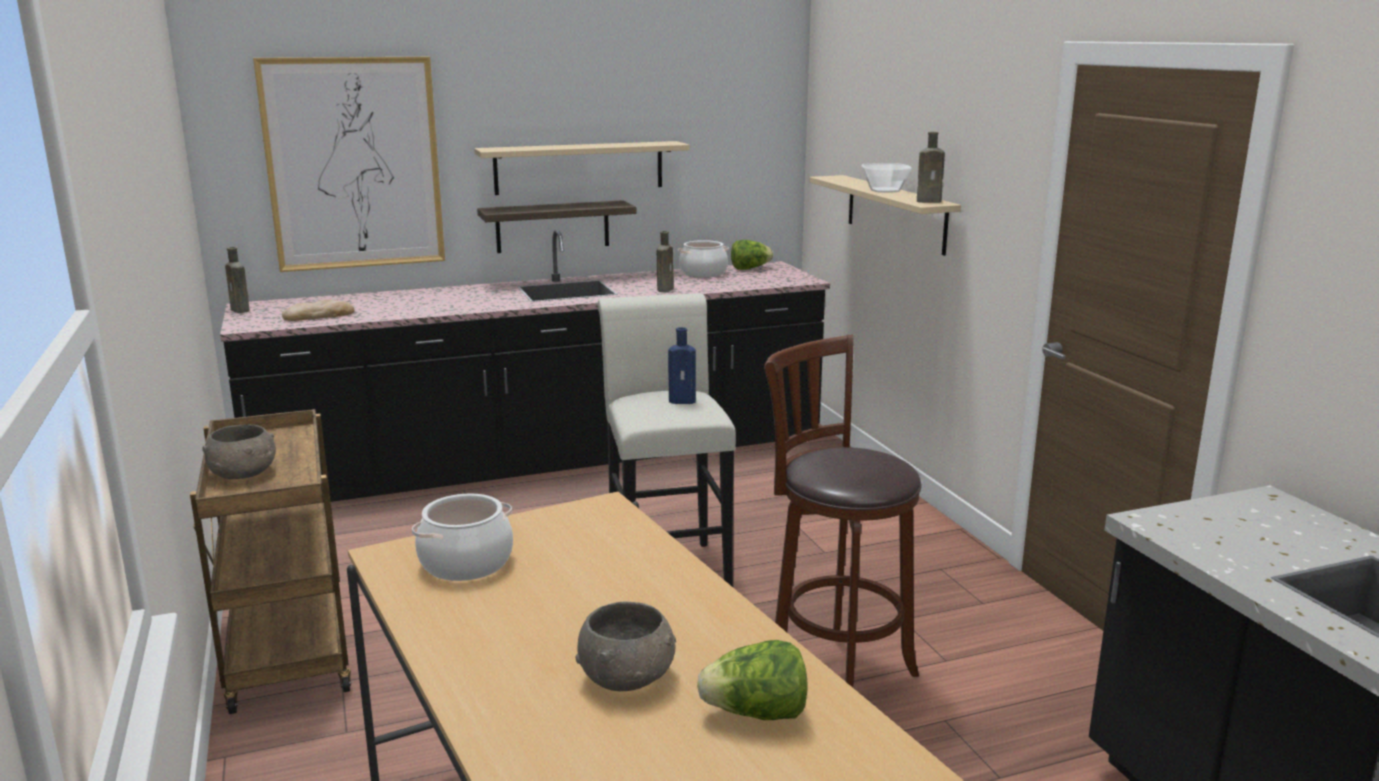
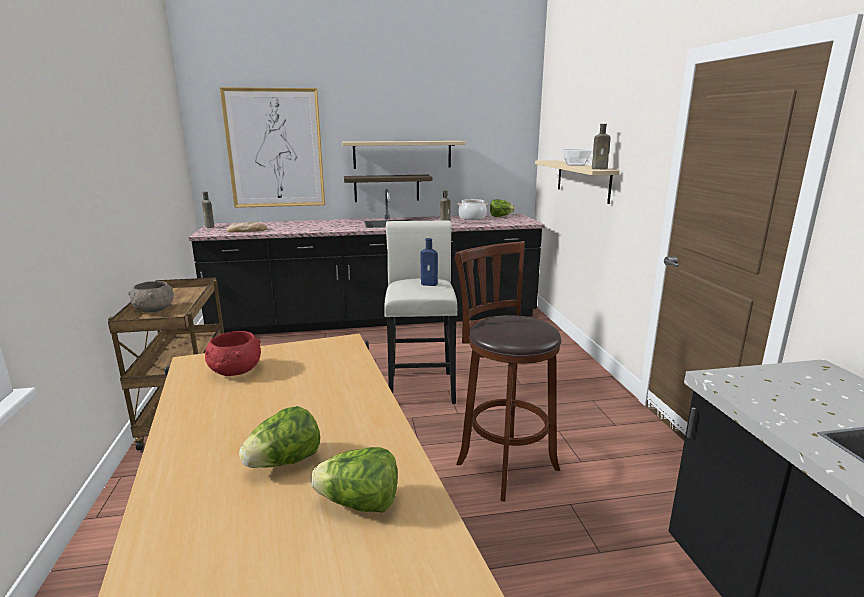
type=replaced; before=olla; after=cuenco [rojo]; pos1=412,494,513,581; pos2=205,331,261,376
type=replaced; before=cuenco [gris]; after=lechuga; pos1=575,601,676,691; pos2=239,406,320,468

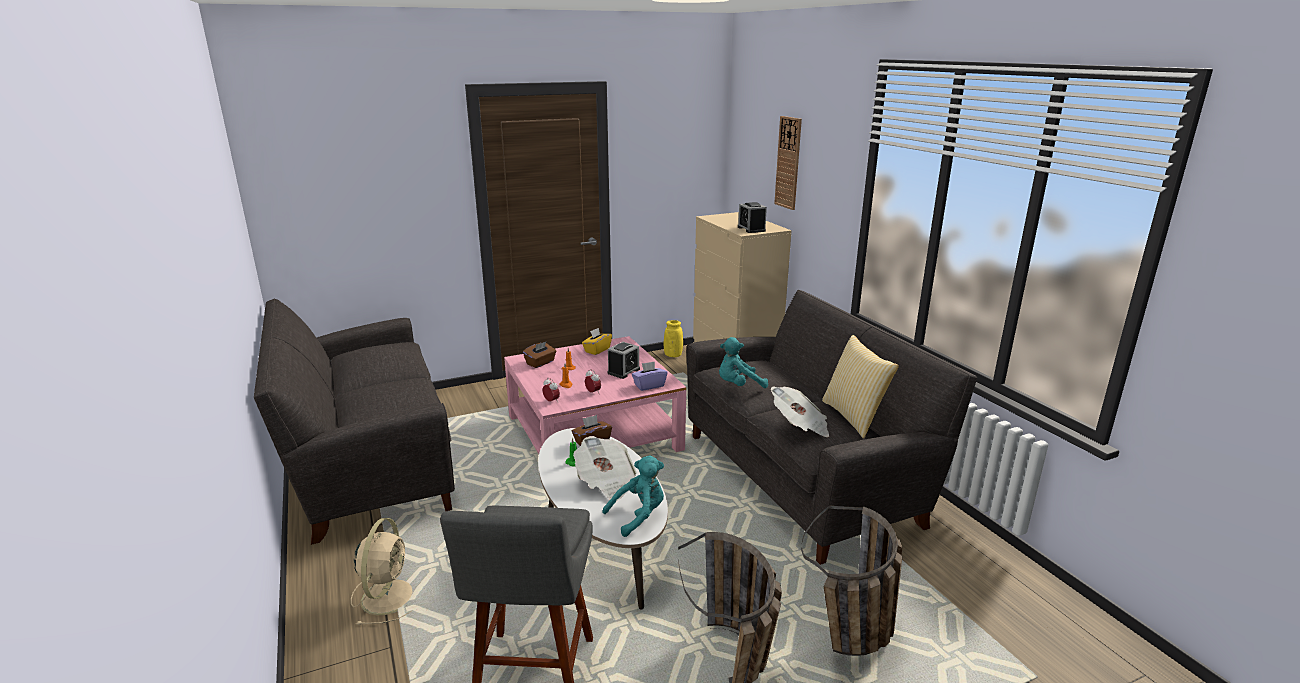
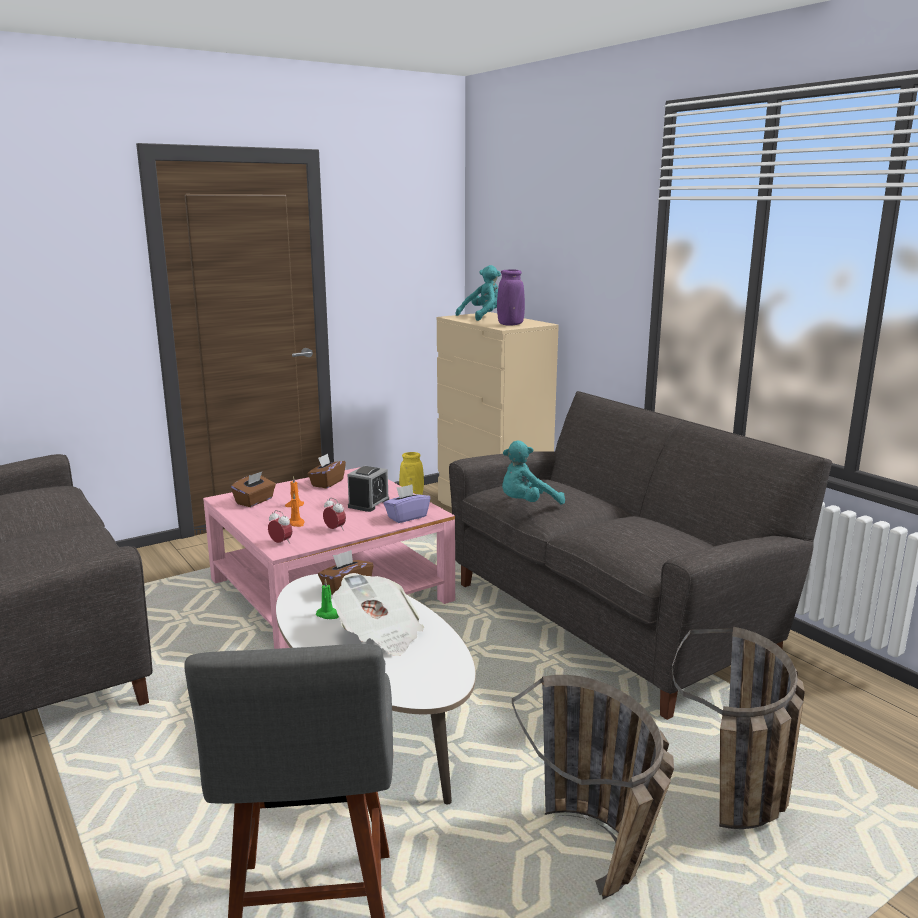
type=removed; before=ventilador [beis]; pos1=351,518,413,625
type=removed; before=periódico; pos1=771,386,829,437
type=removed; before=reloj de pared; pos1=774,116,802,210
type=removed; before=cojín; pos1=822,335,899,438
type=moved; before=peluche [turquesa]; pos1=602,456,664,537; pos2=456,265,501,321
type=replaced; before=despertador; after=florero [morado]; pos1=738,202,767,233; pos2=497,269,525,325
type=recoloured; before=caja de pañuelos [amarillo]; after=caja de pañuelos [marrón]; pos1=582,327,612,355; pos2=308,453,346,488

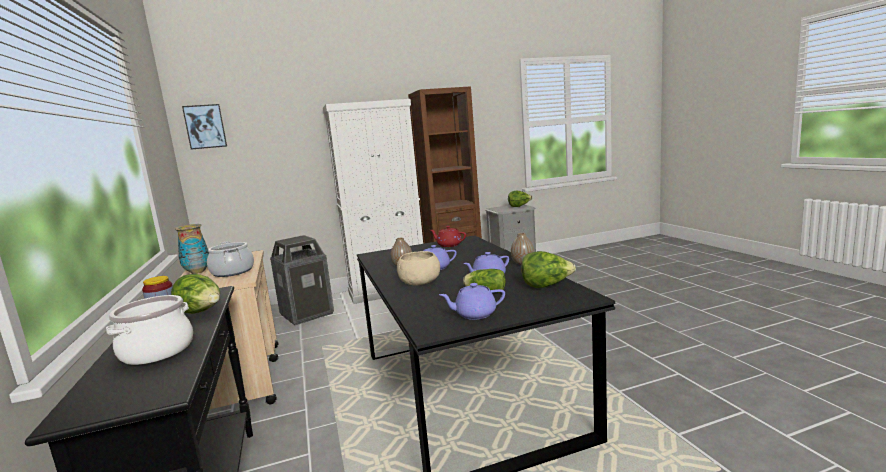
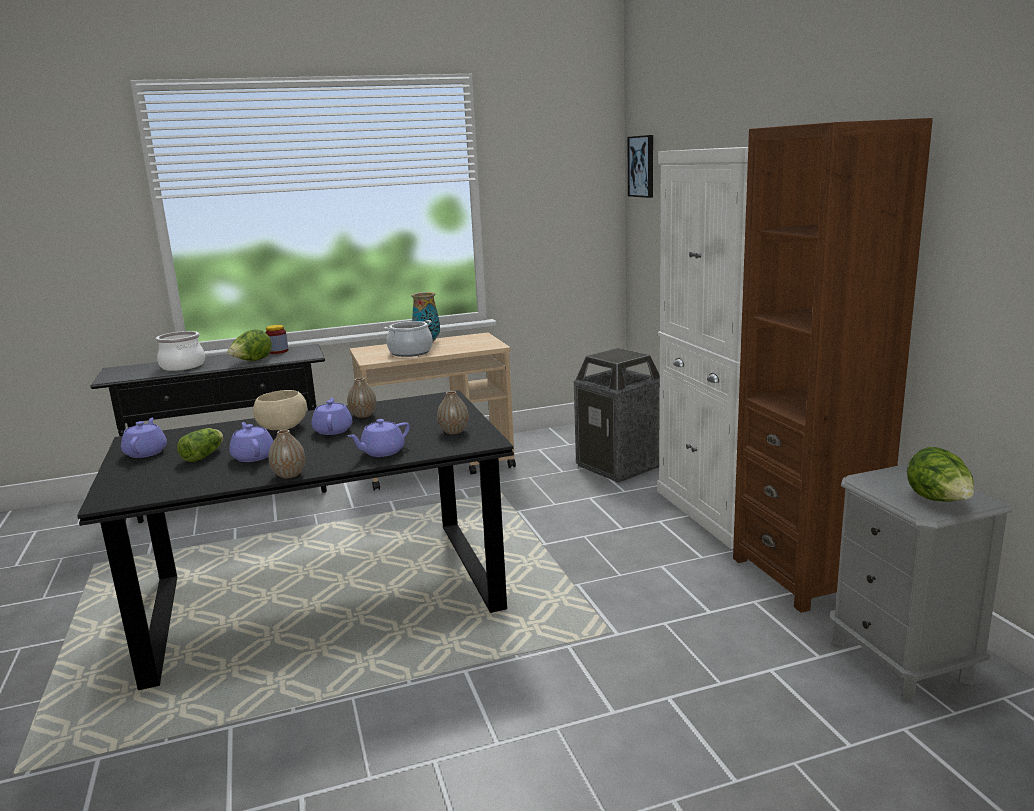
type=removed; before=lechuga; pos1=521,251,576,288
type=added; after=tetera [morado]; pos2=348,419,410,457
type=replaced; before=tetera [rojo]; after=florero; pos1=430,226,466,247; pos2=437,391,469,434

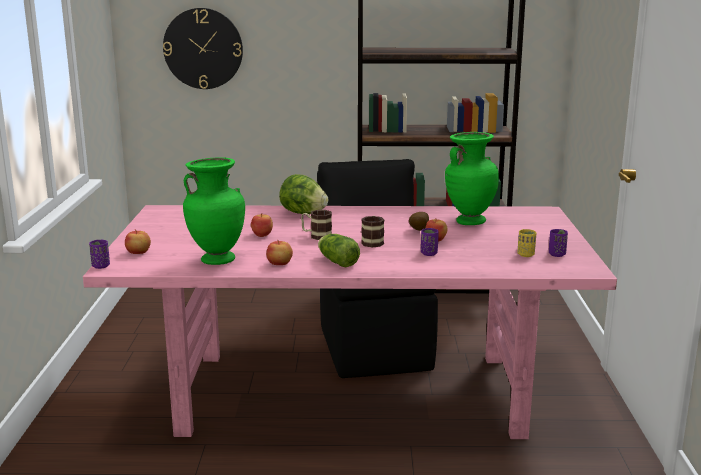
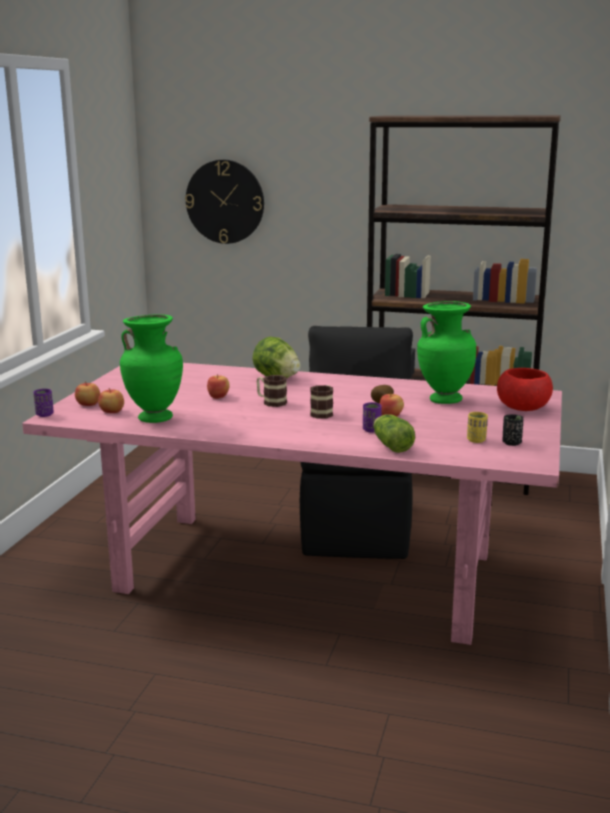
type=added; after=cuenco [rojo]; pos2=497,368,553,411
type=moved; before=manzana; pos1=266,240,293,265; pos2=98,388,124,413
type=moved; before=lechuga; pos1=318,234,360,267; pos2=373,414,415,453
type=recoloured; before=taza [morado]; after=taza [negro]; pos1=549,229,568,257; pos2=503,414,524,446

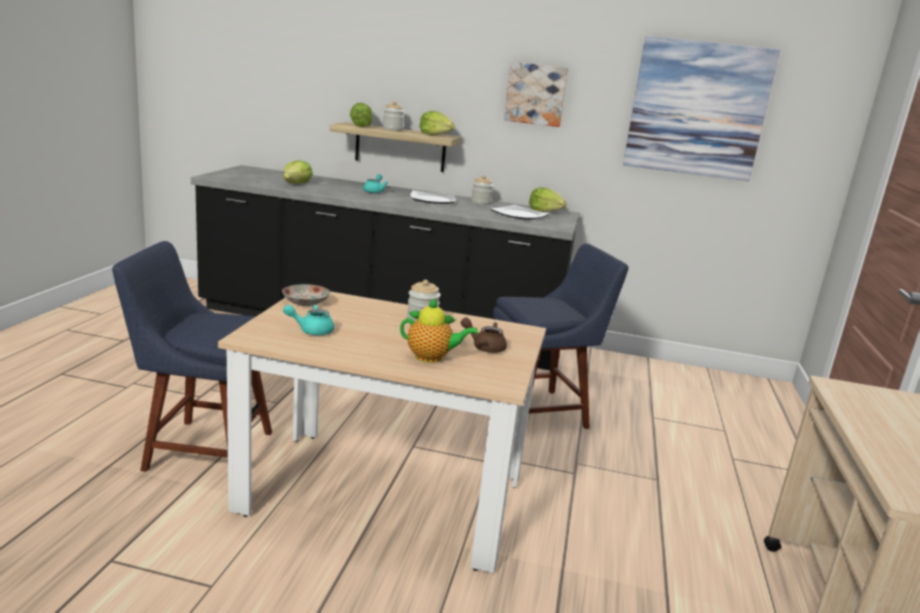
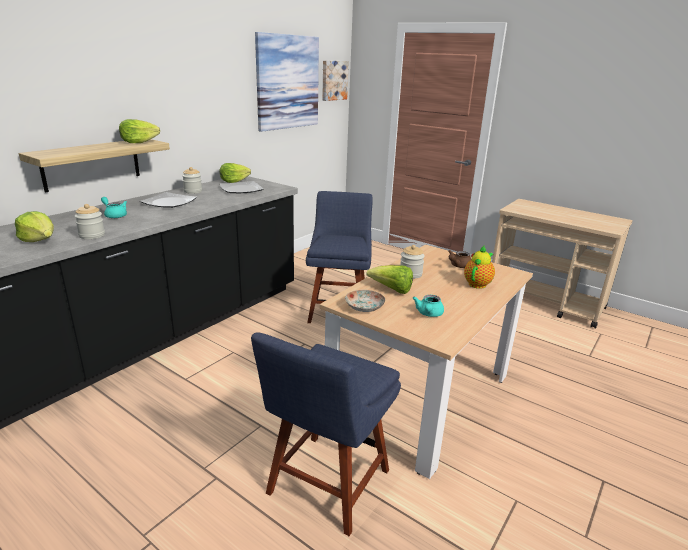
type=moved; before=lechuga; pos1=350,102,373,127; pos2=366,265,413,294
type=moved; before=tarro; pos1=383,101,404,131; pos2=75,204,105,239
type=moved; before=cuadro; pos1=504,62,568,127; pos2=322,61,349,101

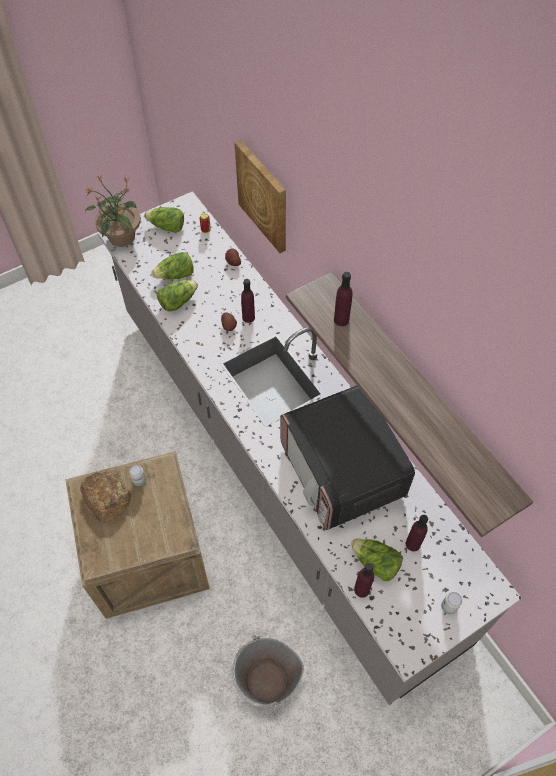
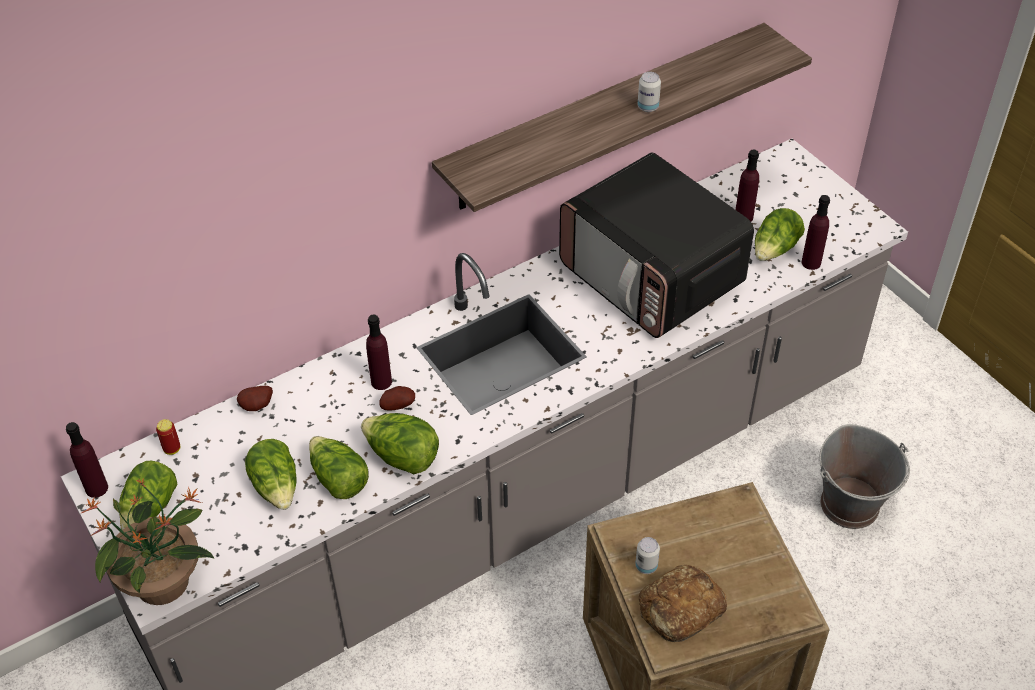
type=removed; before=cuadro; pos1=234,140,286,253
type=added; after=lechuga; pos2=361,413,439,474
type=moved; before=botella [morado]; pos1=334,272,353,326; pos2=66,422,108,498
type=moved; before=lata; pos1=441,592,462,614; pos2=637,72,661,112
type=turned; before=microondas; pos1=280,385,415,530; pos2=559,153,754,338; turn=75

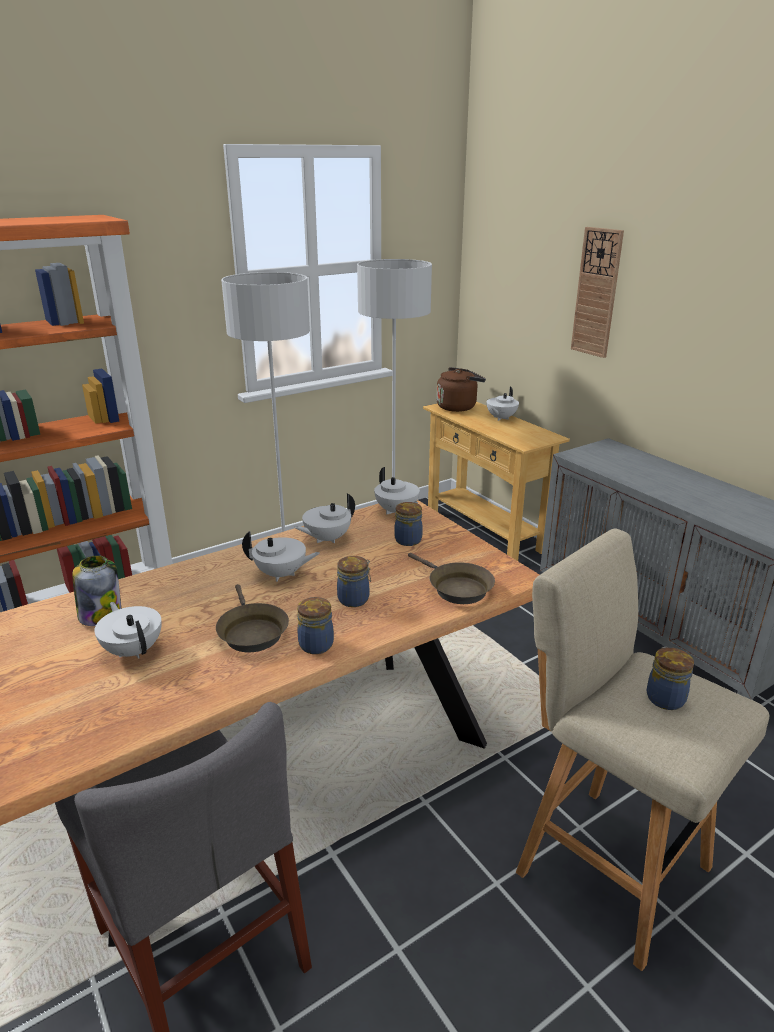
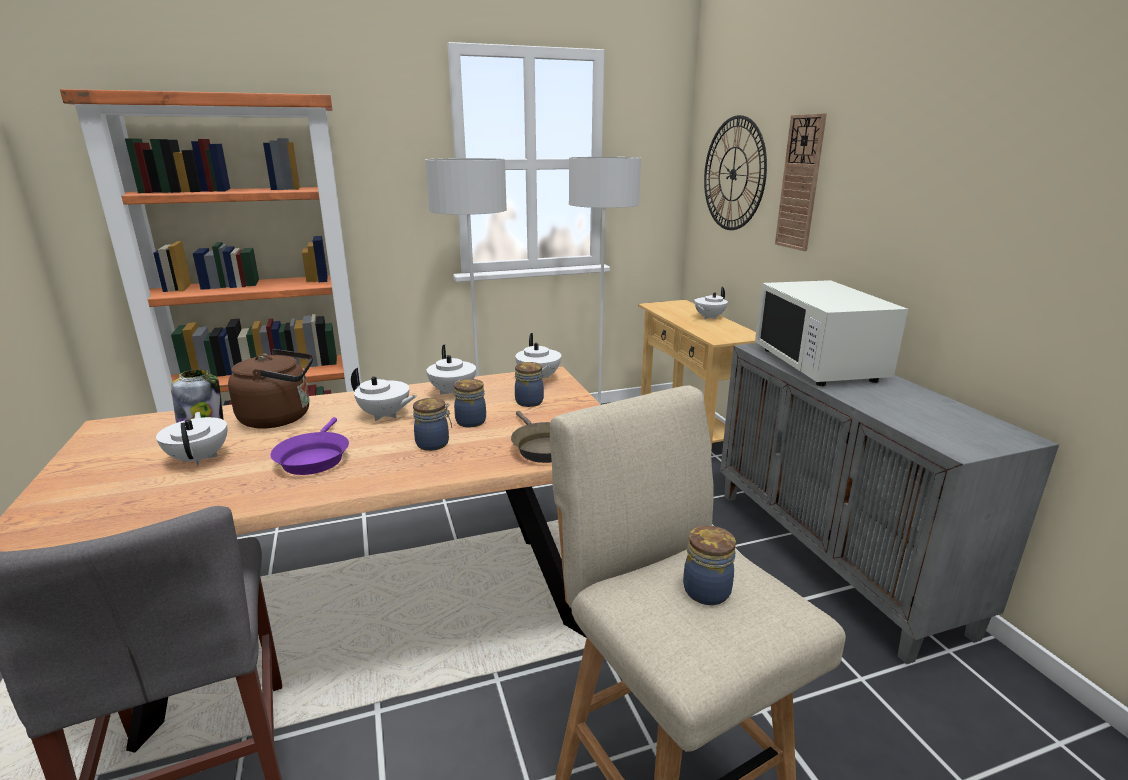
type=added; after=reloj de pared; pos2=704,115,767,230
type=added; after=microondas [blanco]; pos2=755,280,908,386
type=moved; before=tarro; pos1=297,597,334,654; pos2=454,379,486,427
type=moved; before=hervidor [marrón]; pos1=436,367,486,412; pos2=228,349,313,429
type=recoloured; before=sartén [marrón]; after=sartén [morado]; pos1=216,584,289,652; pos2=270,417,349,475
type=turned; before=tetera [blanco]; pos1=294,494,355,543; pos2=426,345,476,395; turn=-90

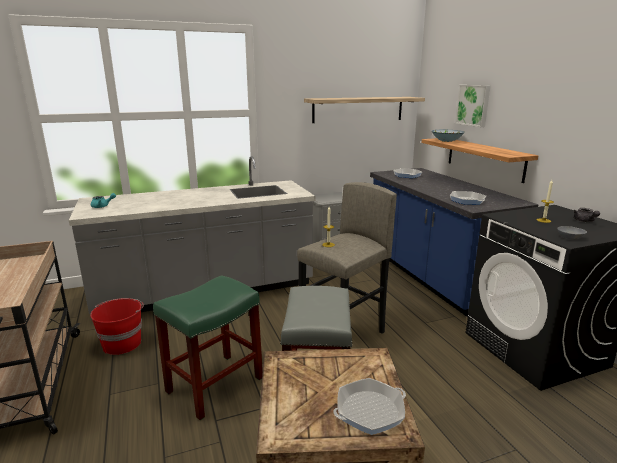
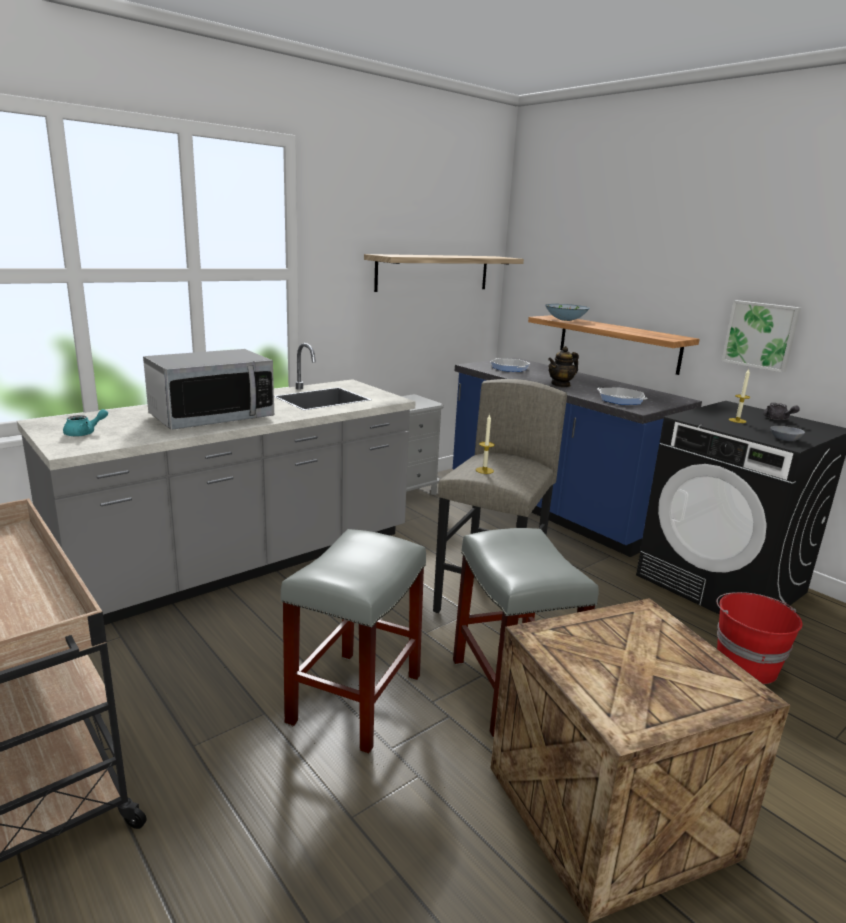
type=removed; before=sartén; pos1=333,378,406,435
type=added; after=microondas; pos2=143,349,274,430
type=added; after=tetera; pos2=548,346,579,387
type=moved; before=cubo [rojo]; pos1=90,298,144,355; pos2=717,592,803,684
type=moved; before=cuadro; pos1=455,85,491,127; pos2=722,300,801,373
type=recoloured; before=taburete [verde]; after=taburete [gris]; pos1=153,275,263,420; pos2=281,529,426,753

